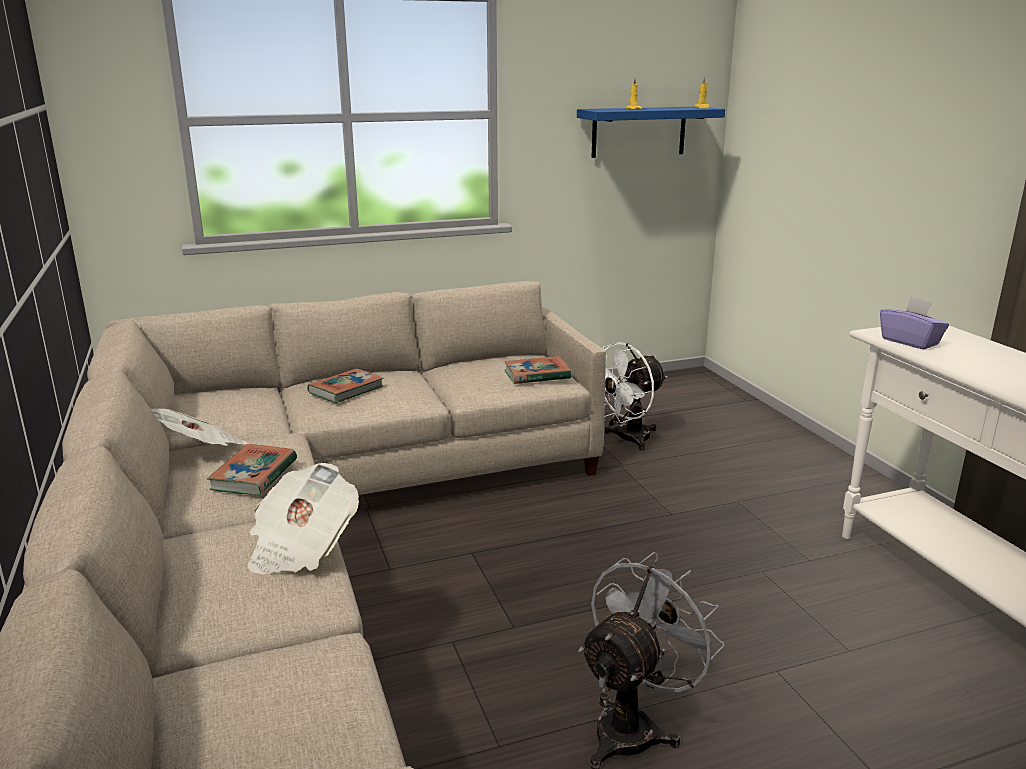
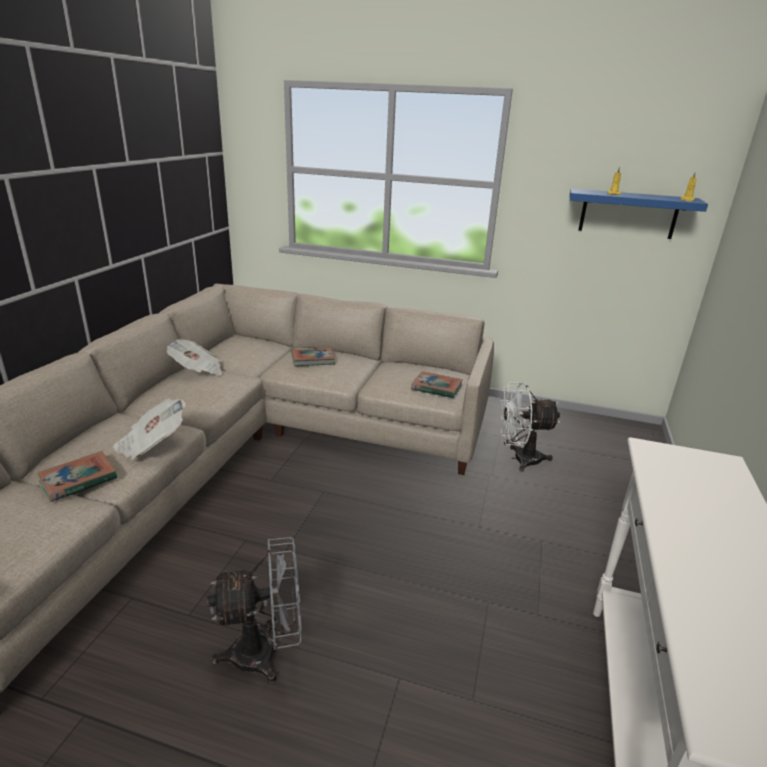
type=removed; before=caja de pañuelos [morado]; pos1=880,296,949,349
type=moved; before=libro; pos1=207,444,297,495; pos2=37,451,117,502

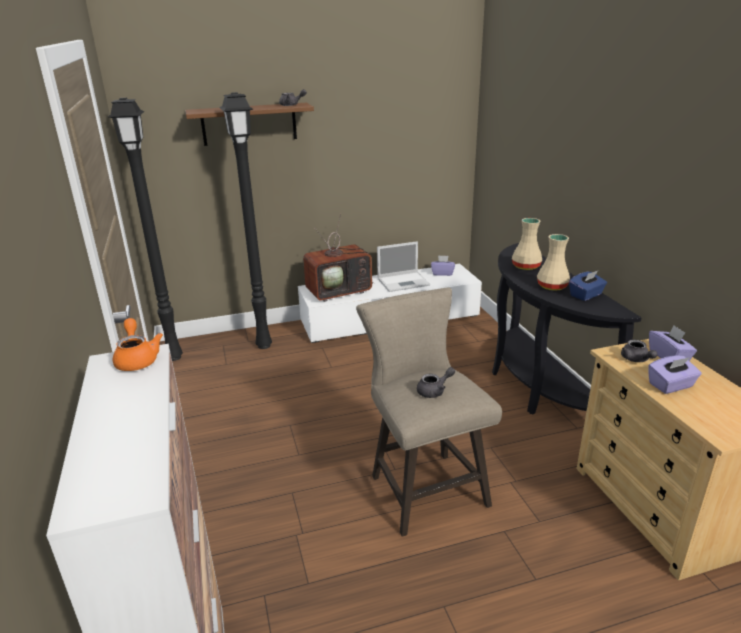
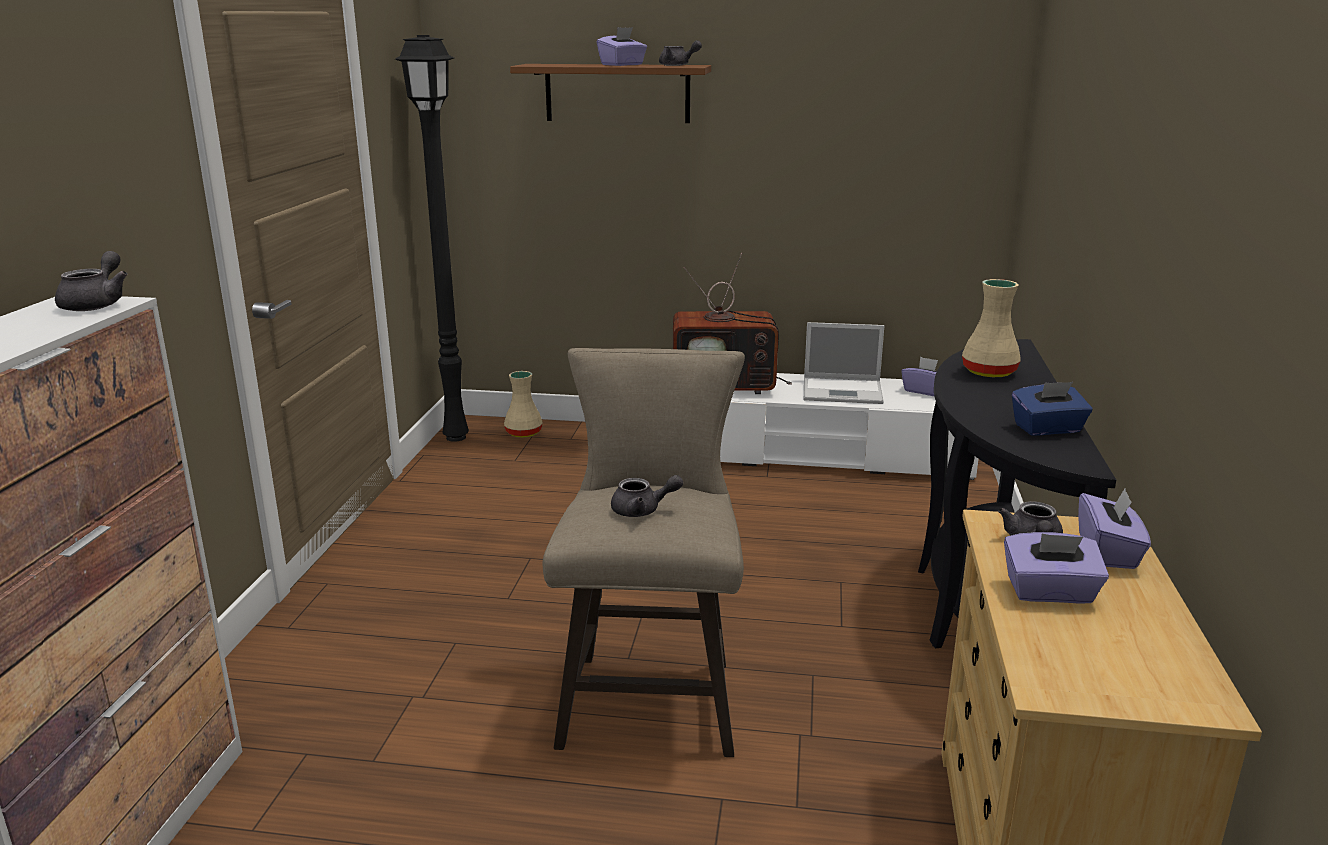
type=removed; before=lámpara de pie [negro]; pos1=220,92,272,349
type=added; after=caja de pañuelos [morado]; pos2=597,27,647,66
type=moved; before=florero [beis]; pos1=537,234,570,291; pos2=504,371,543,438
type=recoloured; before=tetera [naranja]; after=tetera [gris]; pos1=113,318,163,371; pos2=55,251,128,311

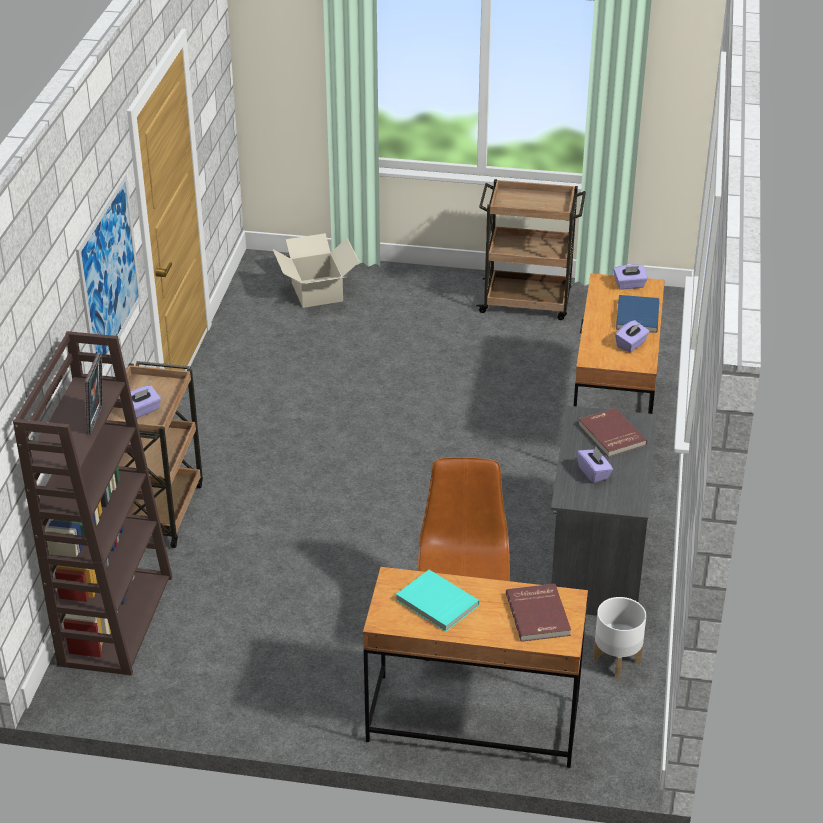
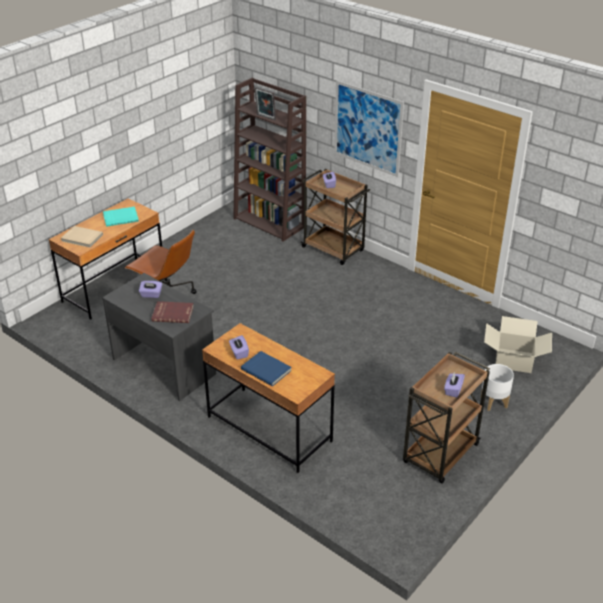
type=moved; before=maceta [blanco]; pos1=593,597,646,679; pos2=481,364,514,411
type=moved; before=caja de pañuelos [morado]; pos1=613,264,648,290; pos2=444,372,465,398
type=recoloured; before=libro [rojo]; after=libro [beis]; pos1=506,584,571,642; pos2=61,226,103,248

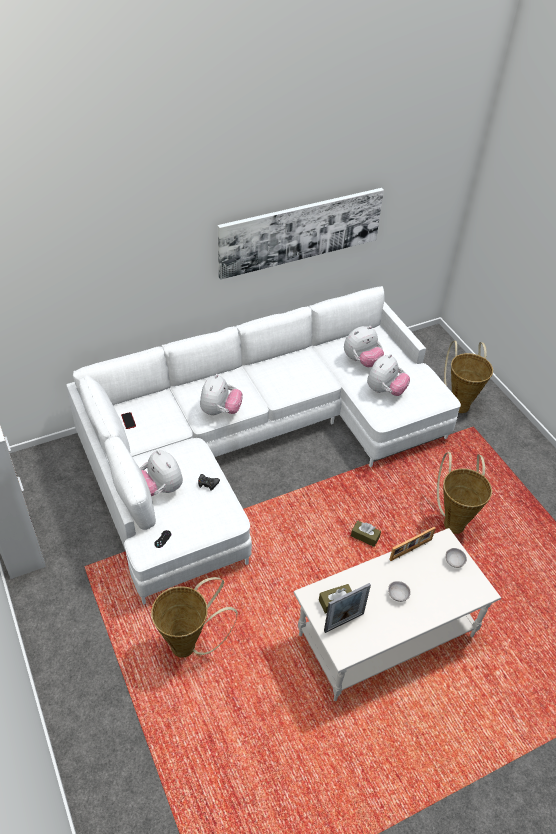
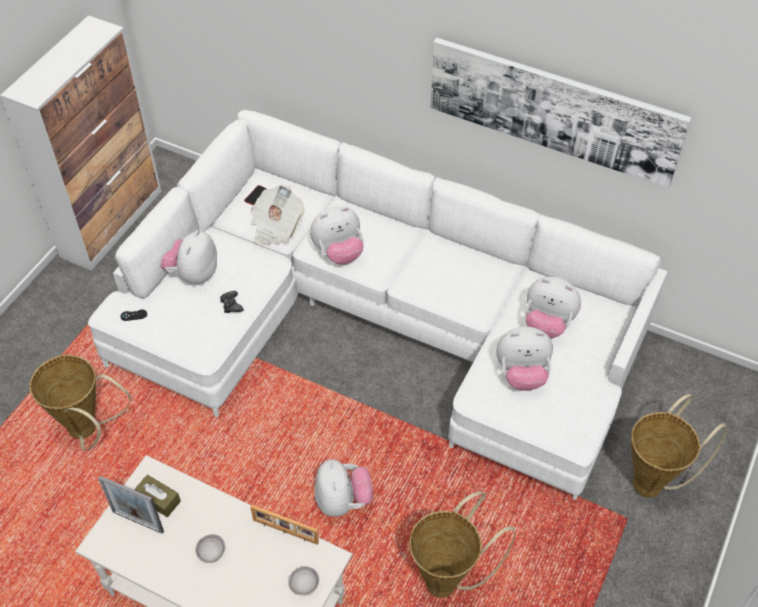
type=added; after=periódico; pos2=251,185,304,245
type=replaced; before=caja de pañuelos [marrón]; after=peluche; pos1=351,521,381,547; pos2=314,459,373,517

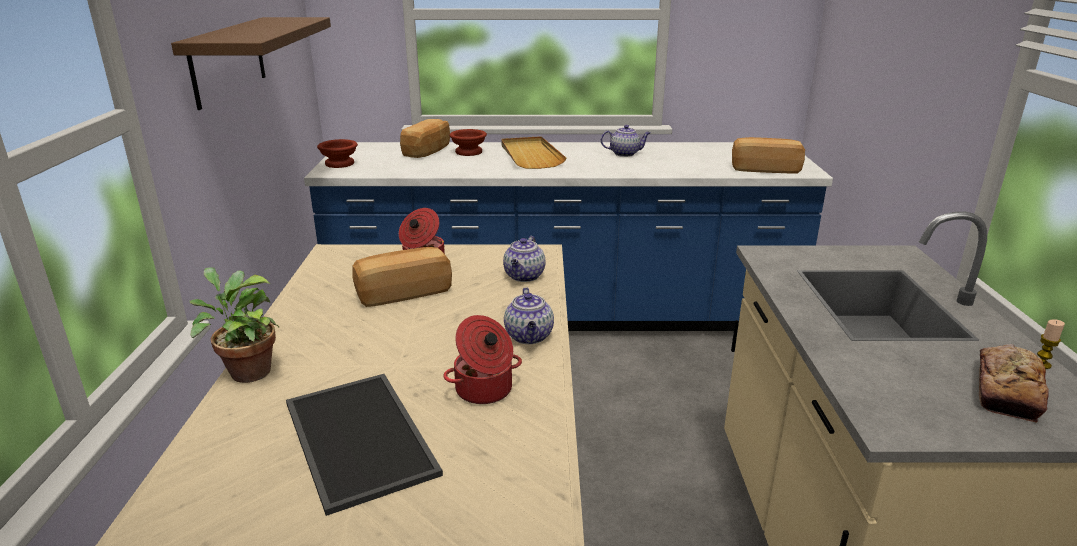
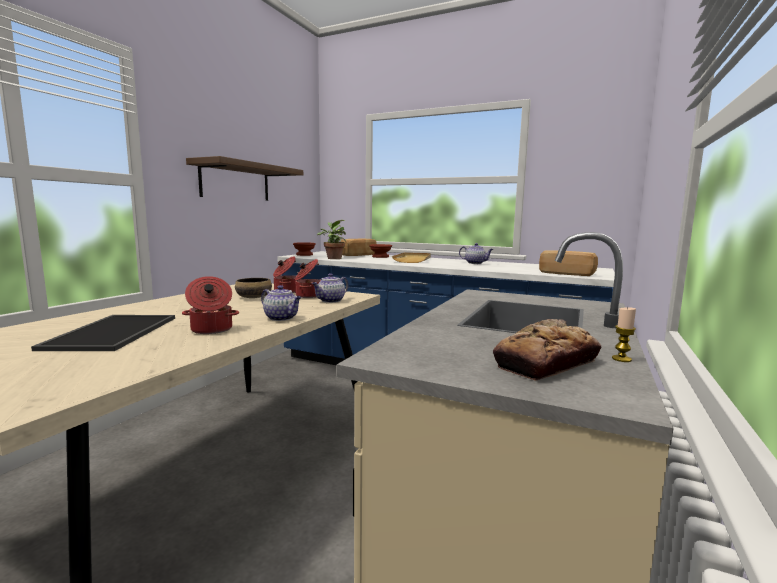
type=added; after=olla; pos2=295,259,321,298
type=moved; before=planta en maceta; pos1=190,268,279,383; pos2=317,220,346,259
type=replaced; before=pan; after=cuenco; pos1=352,247,452,307; pos2=235,278,272,298
type=turned; before=tetera; pos1=504,287,554,344; pos2=261,285,302,321; turn=-75

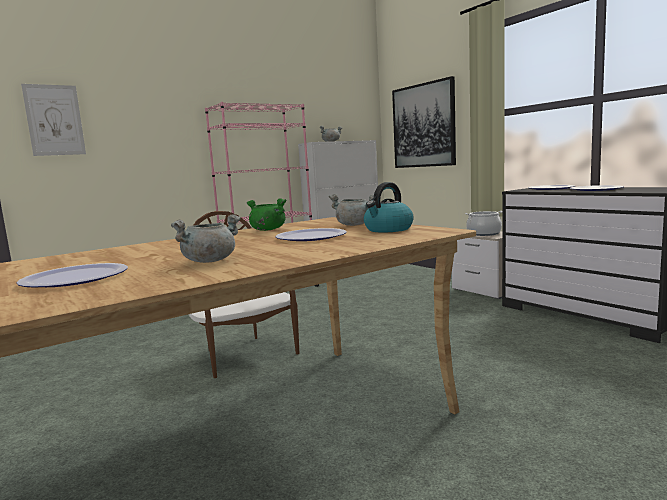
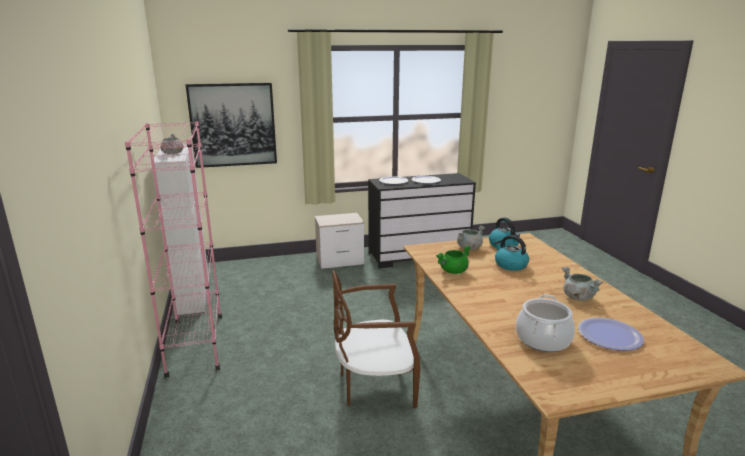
type=removed; before=cuadro; pos1=21,84,86,156
type=moved; before=olla; pos1=465,211,502,236; pos2=516,294,575,352
type=replaced; before=plato; after=hervidor; pos1=275,228,347,241; pos2=494,235,529,271

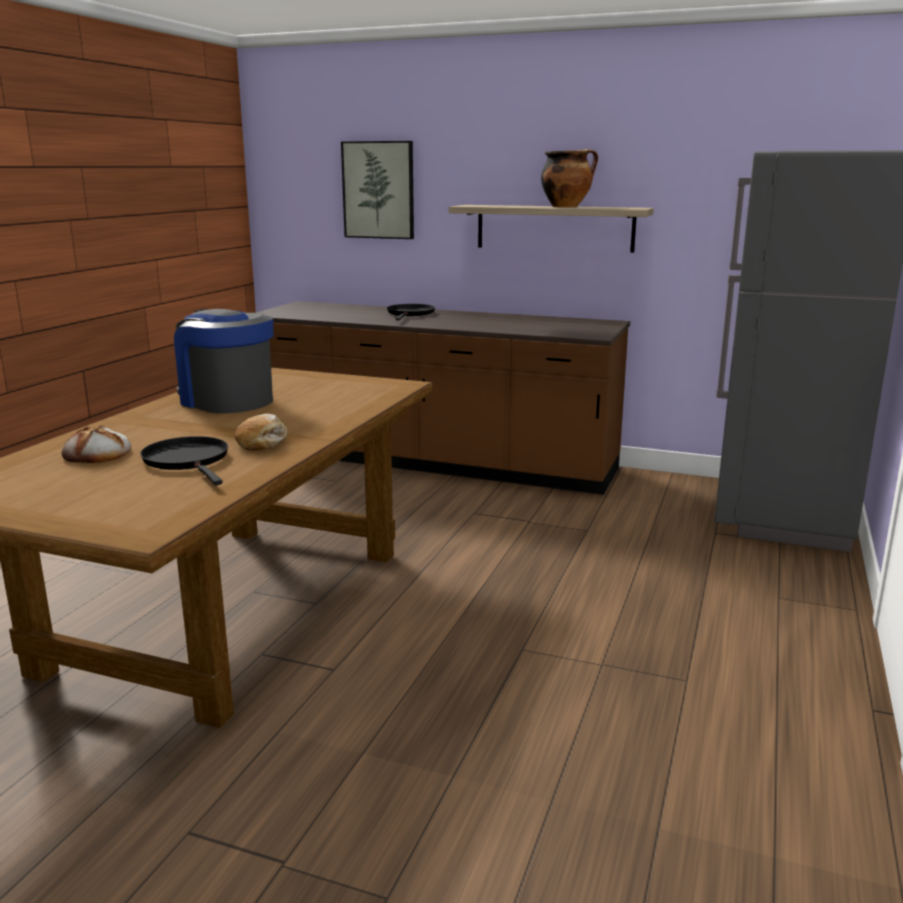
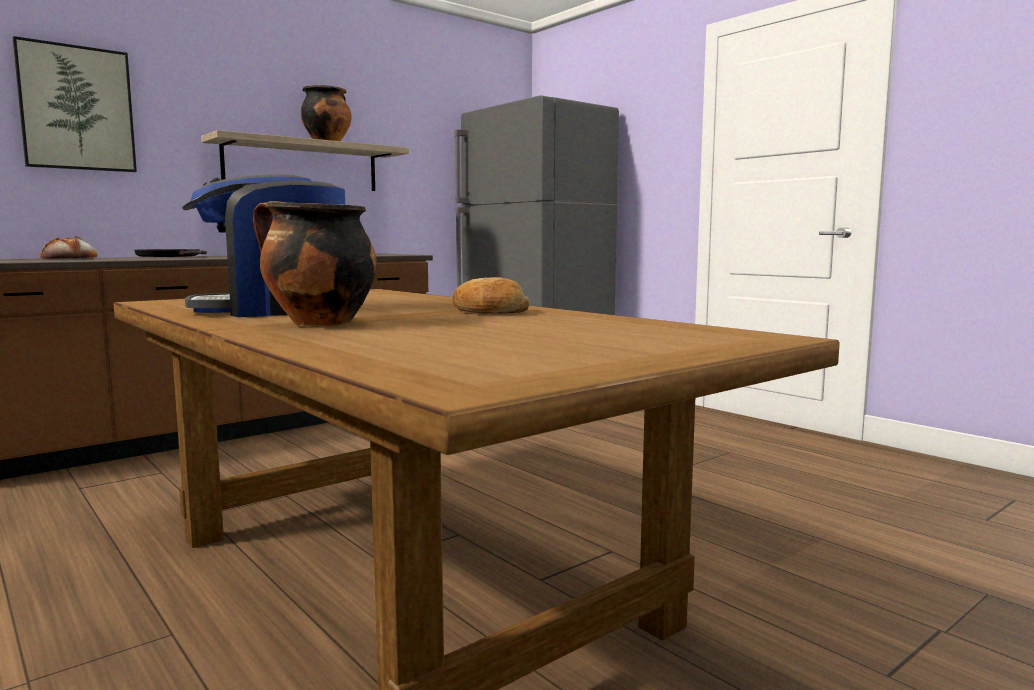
type=removed; before=sartén [negro]; pos1=140,436,228,485
type=added; after=olla; pos2=253,201,377,326
type=moved; before=pan; pos1=62,425,131,463; pos2=40,236,98,259

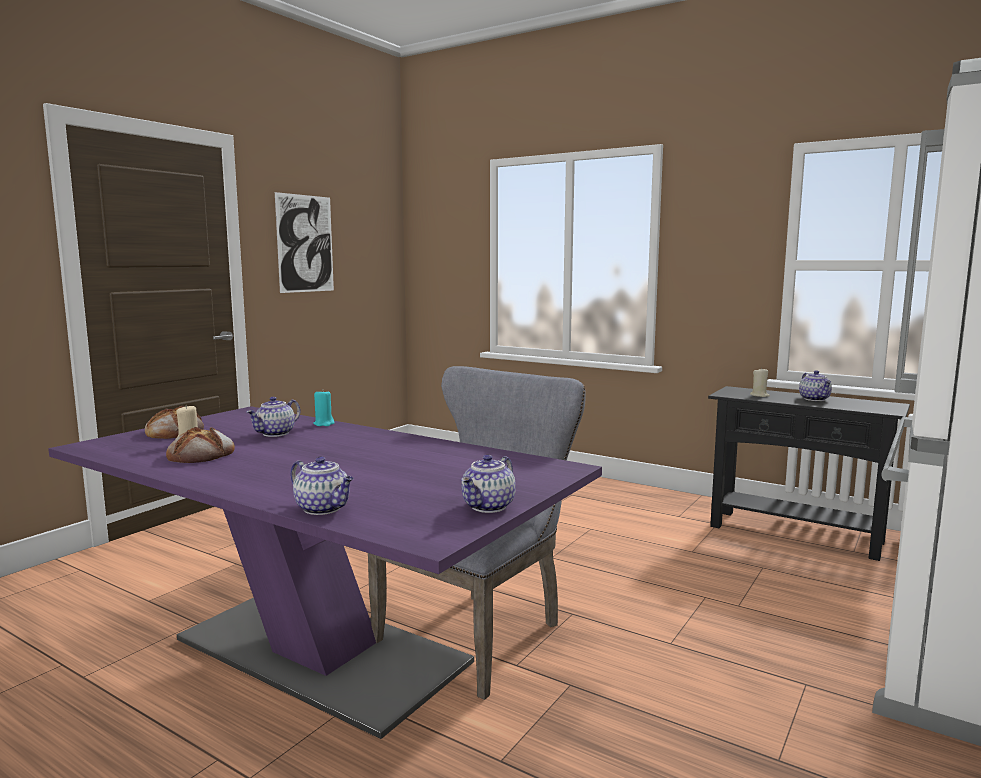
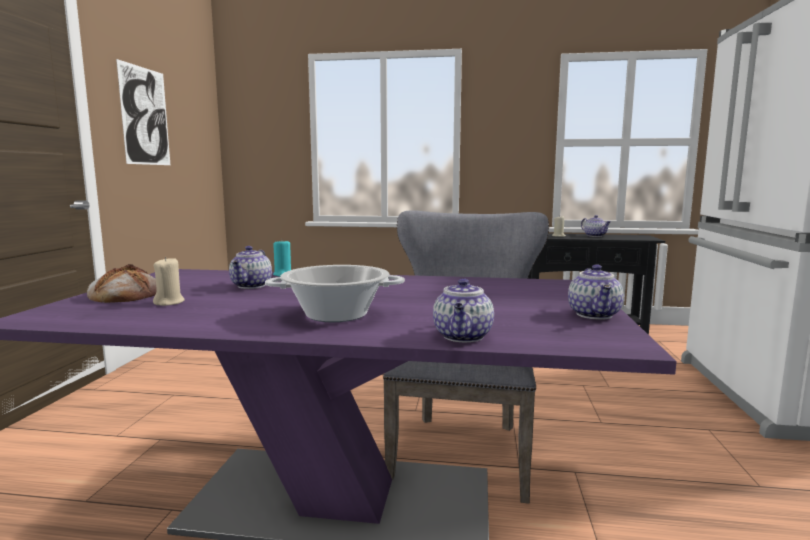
type=removed; before=pan; pos1=166,427,235,463
type=added; after=olla; pos2=265,265,405,322
type=turned; before=tetera; pos1=290,456,354,515; pos2=433,278,494,342; turn=90

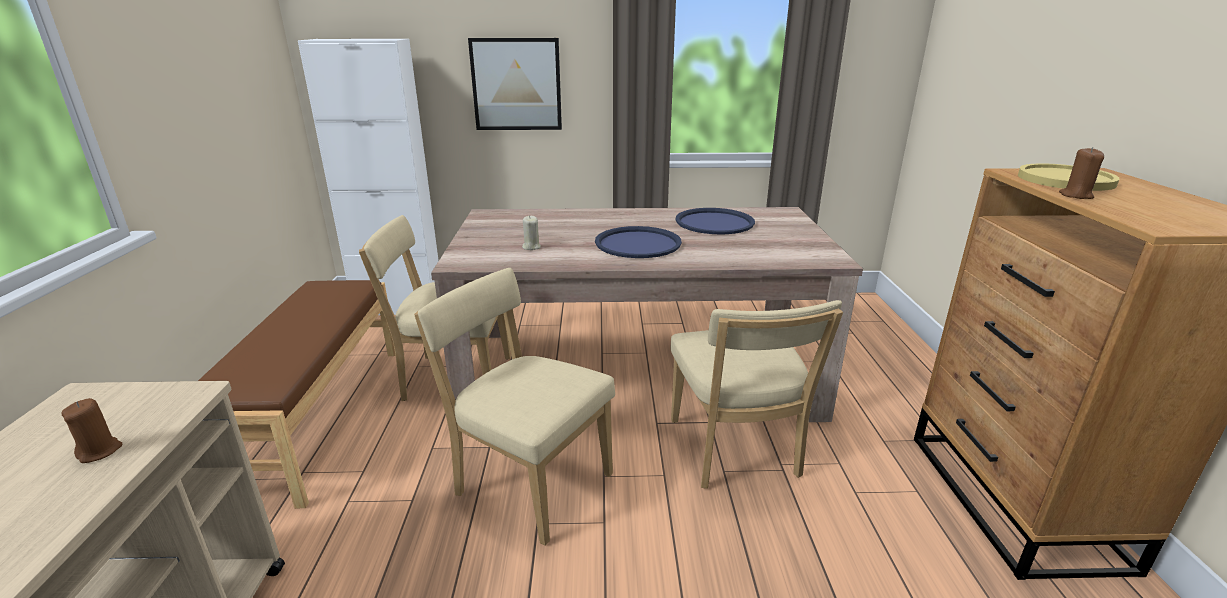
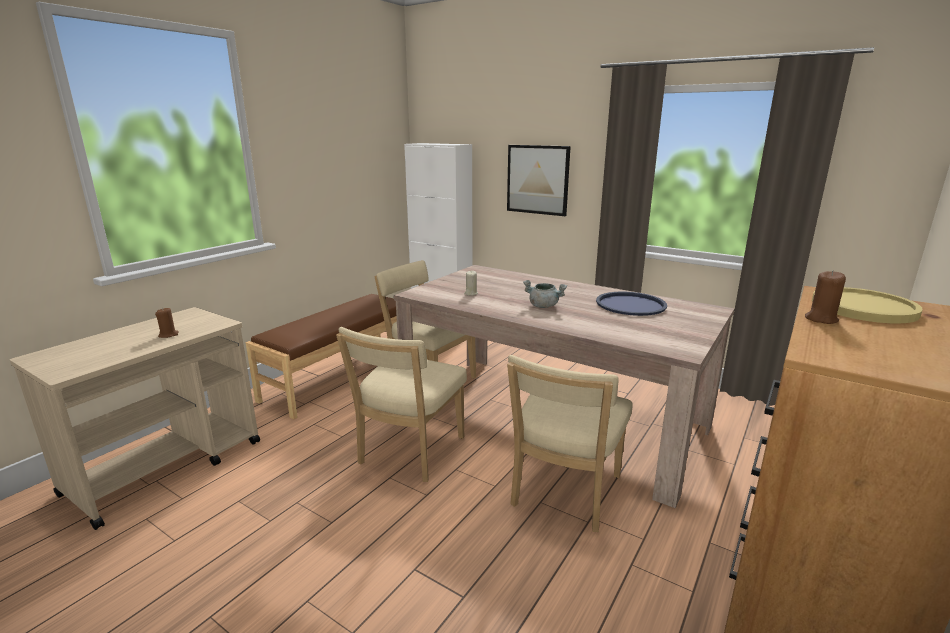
type=replaced; before=bandeja [azul]; after=olla [gris]; pos1=595,226,682,258; pos2=523,280,567,308
type=turned; before=silla [beis]; pos1=414,268,615,546; pos2=336,327,467,482; turn=-135

